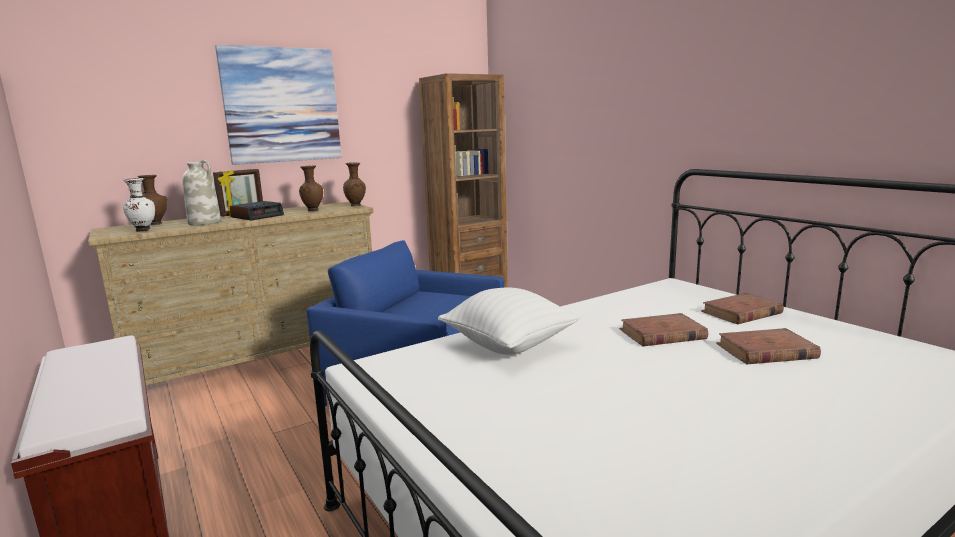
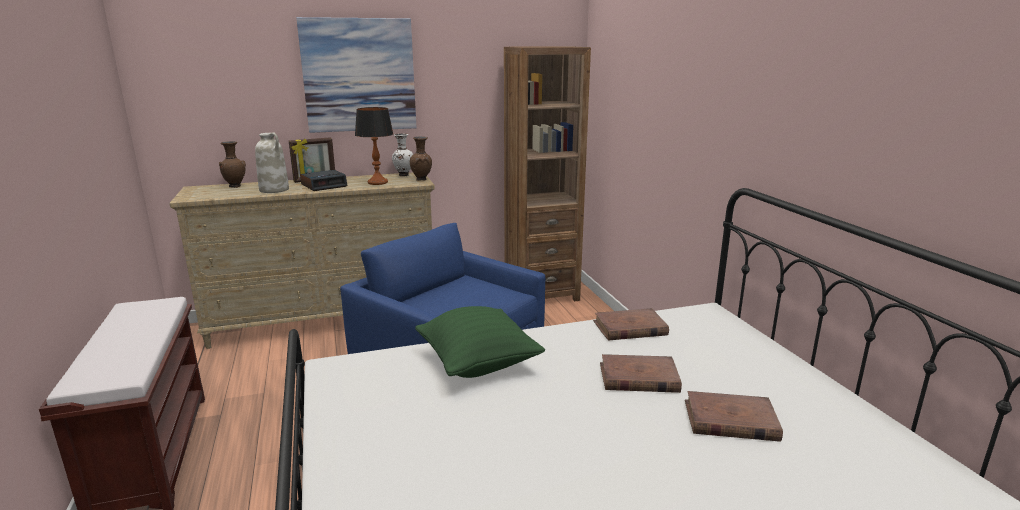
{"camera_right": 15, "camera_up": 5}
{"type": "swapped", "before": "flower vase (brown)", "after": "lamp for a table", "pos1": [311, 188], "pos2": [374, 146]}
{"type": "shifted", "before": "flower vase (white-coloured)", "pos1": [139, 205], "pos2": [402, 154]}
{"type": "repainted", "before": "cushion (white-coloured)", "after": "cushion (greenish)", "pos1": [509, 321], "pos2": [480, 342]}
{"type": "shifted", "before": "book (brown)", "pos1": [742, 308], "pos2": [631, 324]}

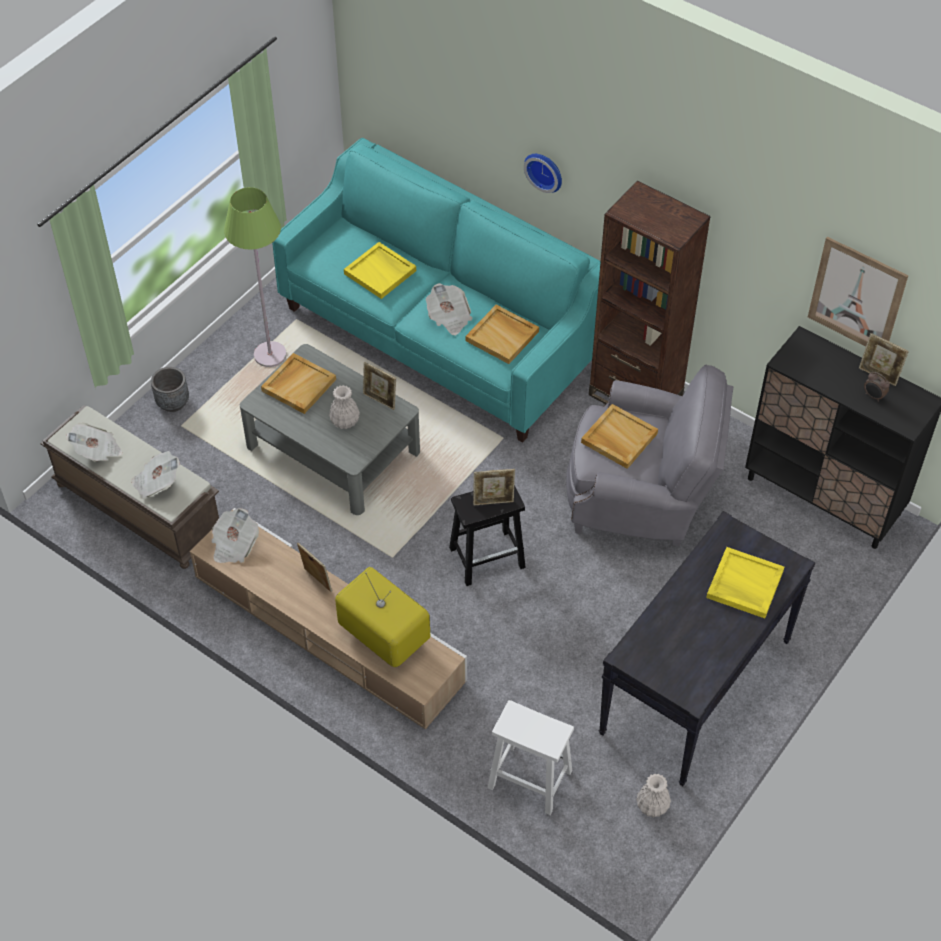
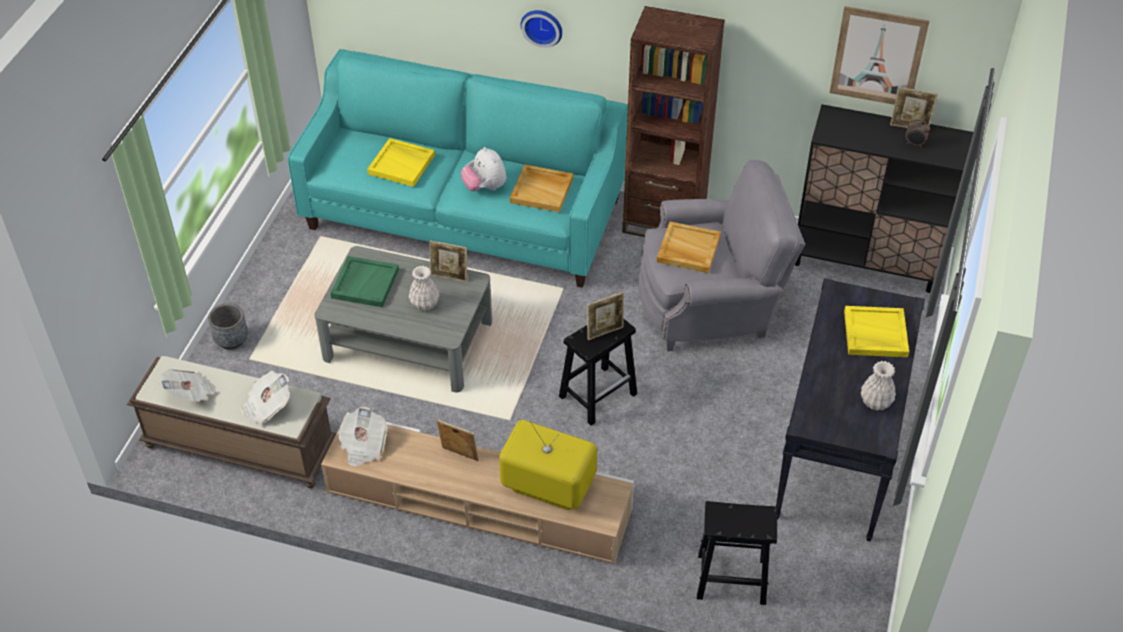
{"camera_right": -20, "camera_up": -5}
{"type": "repainted", "before": "carrying tray (sand-coloured)", "after": "carrying tray (greenish)", "pos1": [298, 383], "pos2": [364, 281]}
{"type": "swapped", "before": "newspaper", "after": "soft toy", "pos1": [449, 309], "pos2": [483, 169]}
{"type": "repainted", "before": "stool seat (white-coloured)", "after": "stool seat (black)", "pos1": [530, 757], "pos2": [737, 553]}
{"type": "shifted", "before": "flower vase (white-coloured)", "pos1": [653, 795], "pos2": [878, 385]}
{"type": "gone", "before": "standing lamp (greenish)", "pos1": [255, 277]}

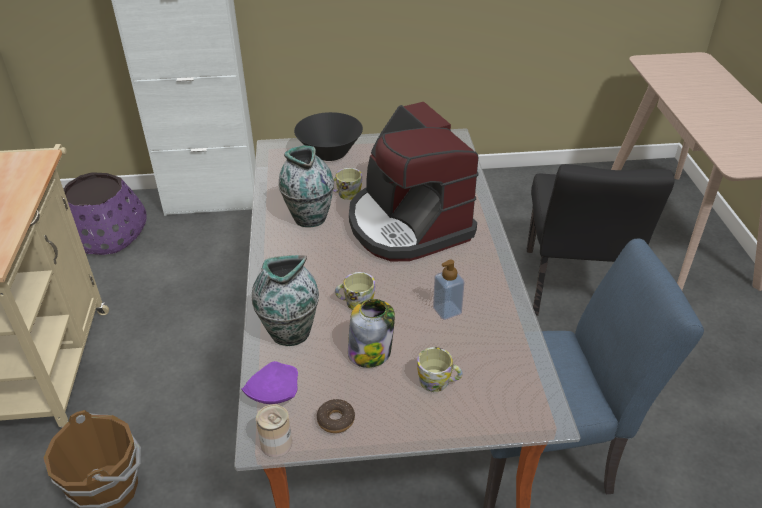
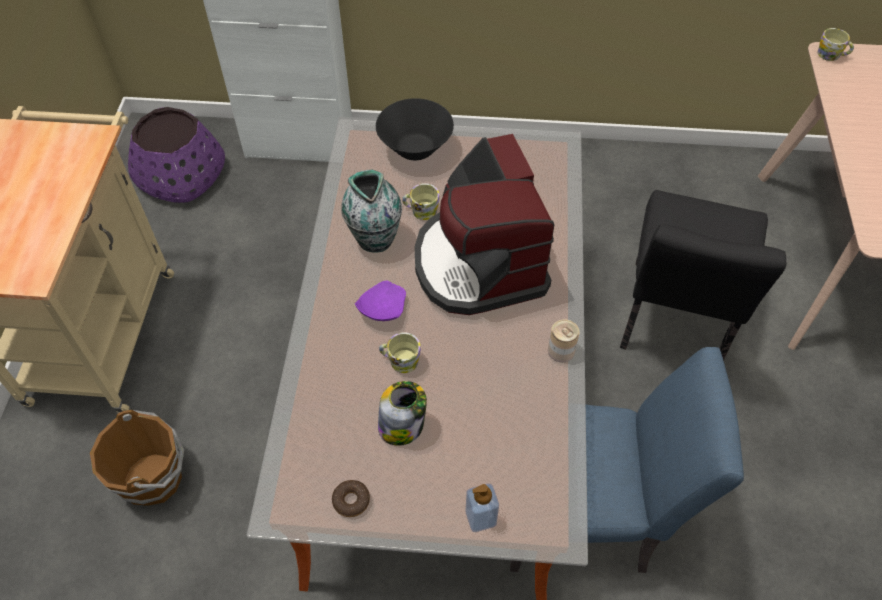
{"camera_right": 10, "camera_up": 15}
{"type": "shifted", "before": "dinner plate (purple)", "pos1": [269, 382], "pos2": [380, 301]}
{"type": "shifted", "before": "soap bottle", "pos1": [448, 290], "pos2": [482, 508]}
{"type": "shifted", "before": "metal can", "pos1": [274, 431], "pos2": [564, 340]}
{"type": "shifted", "before": "tea mug", "pos1": [440, 369], "pos2": [835, 44]}
{"type": "gone", "before": "flower vase", "pos1": [285, 300]}

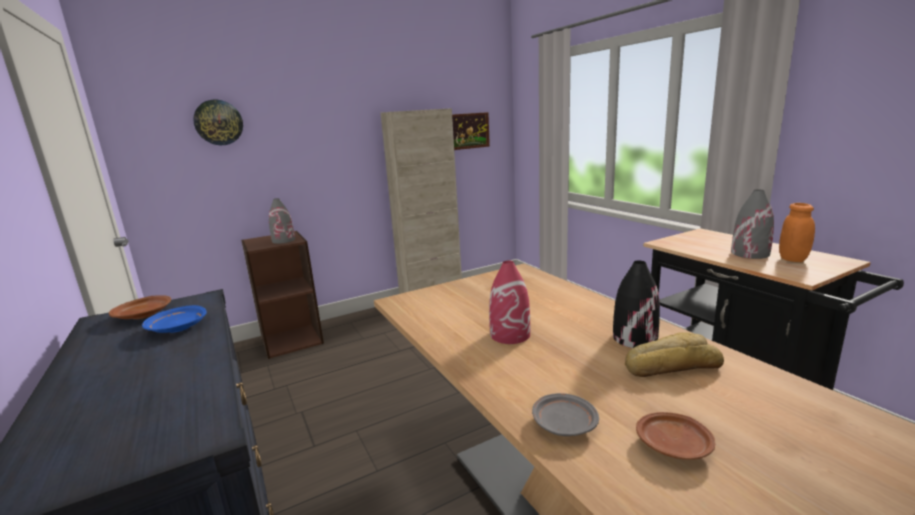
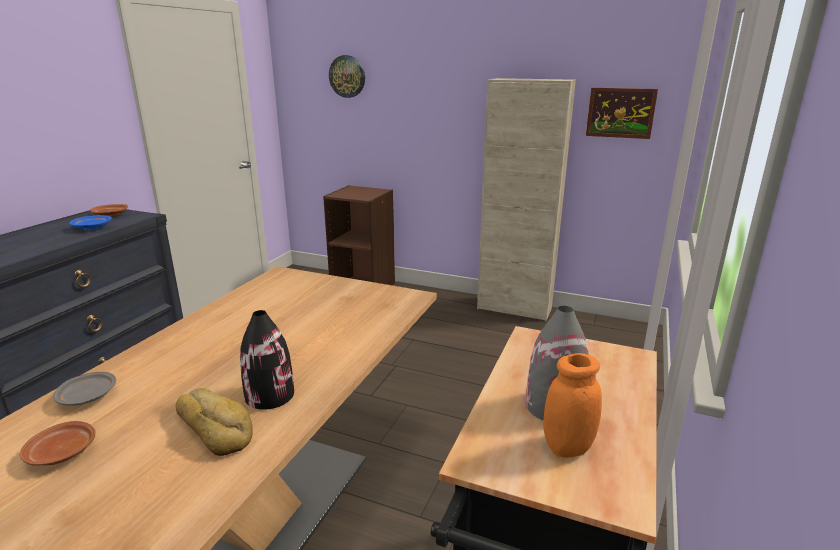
{"camera_right": 50, "camera_up": 5}
{"type": "gone", "before": "flower vase (grey)", "pos1": [282, 221]}
{"type": "gone", "before": "flower vase (red)", "pos1": [509, 302]}

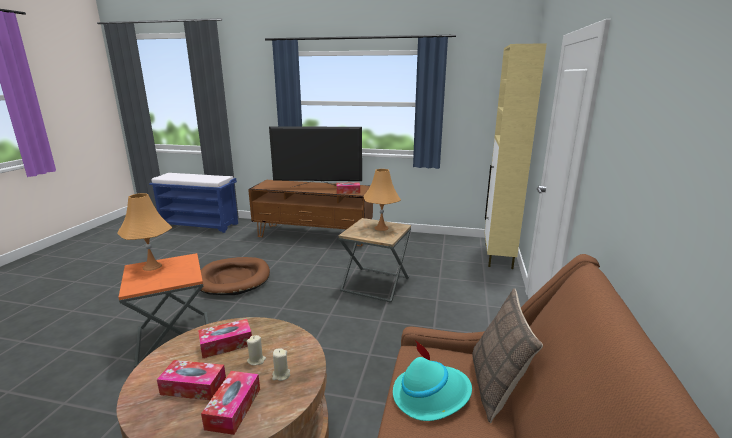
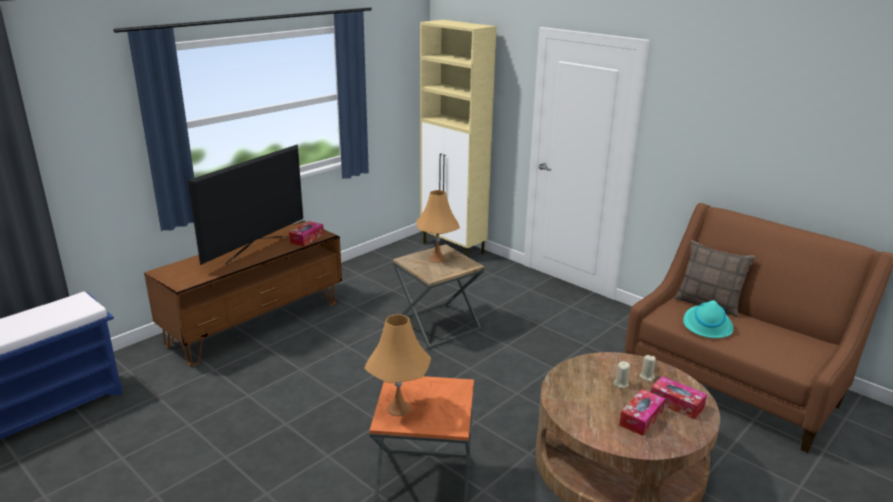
{"camera_right": -60, "camera_up": 5}
{"type": "gone", "before": "box of tissues", "pos1": [225, 339]}
{"type": "gone", "before": "dog cushion (brown)", "pos1": [235, 276]}

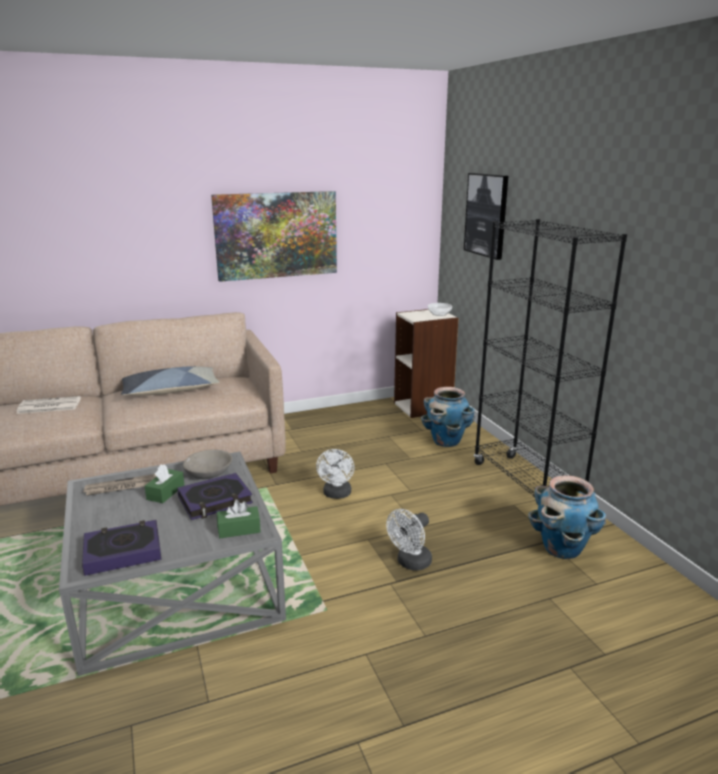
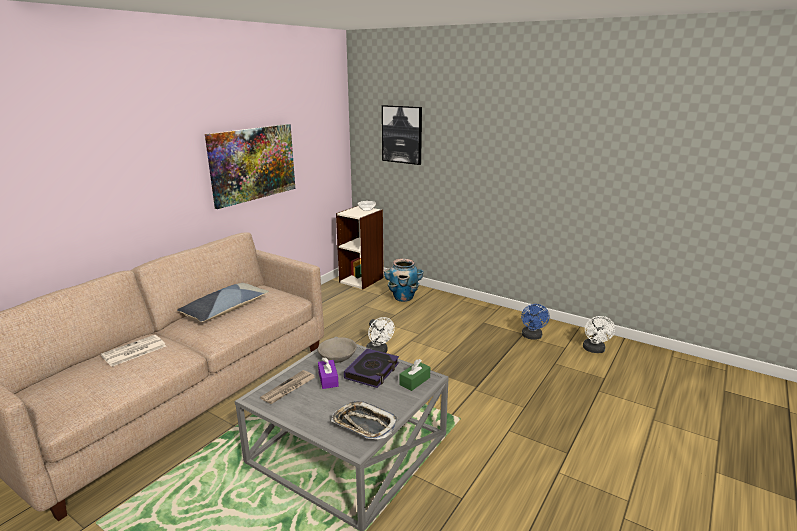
{"camera_right": -35, "camera_up": 0}
{"type": "repainted", "before": "box of tissues (greenish)", "after": "box of tissues (purple)", "pos1": [164, 483], "pos2": [328, 373]}
{"type": "swapped", "before": "book", "after": "carrying tray", "pos1": [121, 548], "pos2": [364, 420]}
{"type": "swapped", "before": "planter", "after": "fan (bluish)", "pos1": [567, 517], "pos2": [535, 322]}
{"type": "shifted", "before": "fan (white-coloured)", "pos1": [409, 540], "pos2": [599, 334]}
{"type": "gone", "before": "bookshelf (black)", "pos1": [550, 358]}

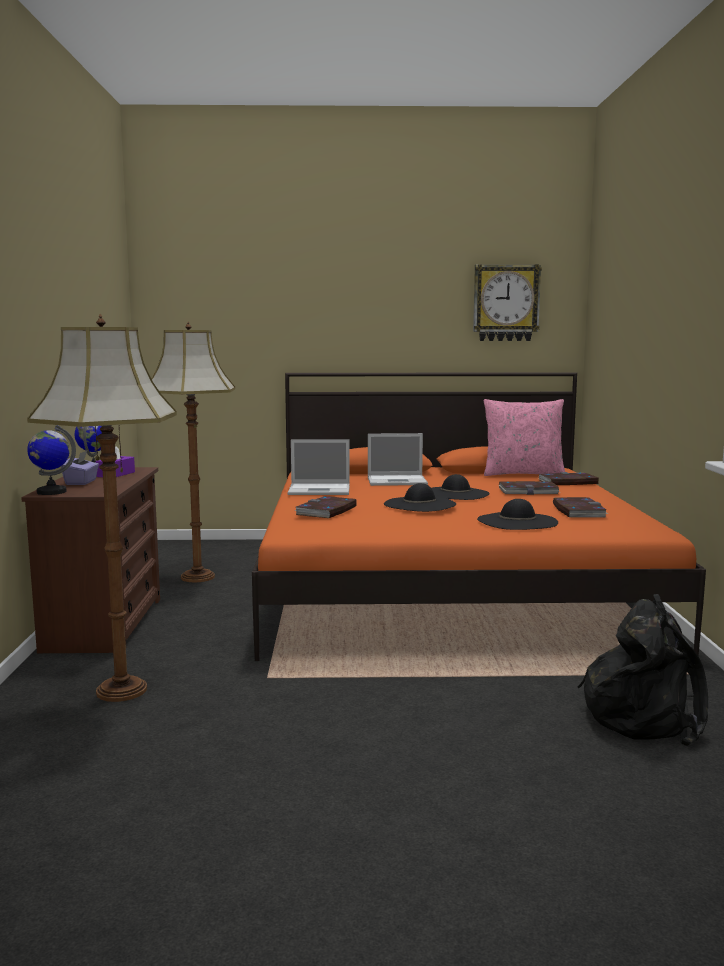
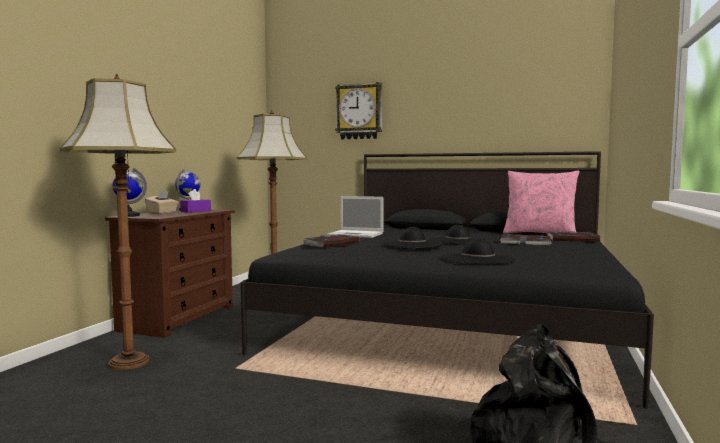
{"camera_right": 20, "camera_up": -5}
{"type": "repainted", "before": "box of tissues (purple)", "after": "box of tissues (sand-coloured)", "pos1": [80, 467], "pos2": [161, 202]}
{"type": "repainted", "before": "bedroom bed (orange)", "after": "bedroom bed (black)", "pos1": [479, 516], "pos2": [447, 279]}
{"type": "shifted", "before": "clock on the wall", "pos1": [507, 302], "pos2": [358, 111]}
{"type": "gone", "before": "portable computer", "pos1": [398, 459]}
{"type": "gone", "before": "book", "pos1": [580, 507]}

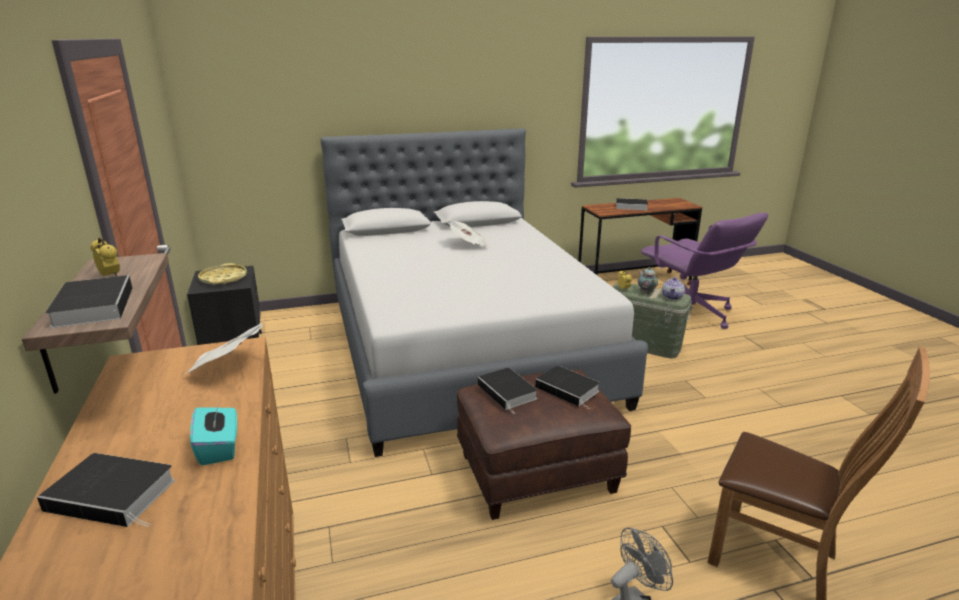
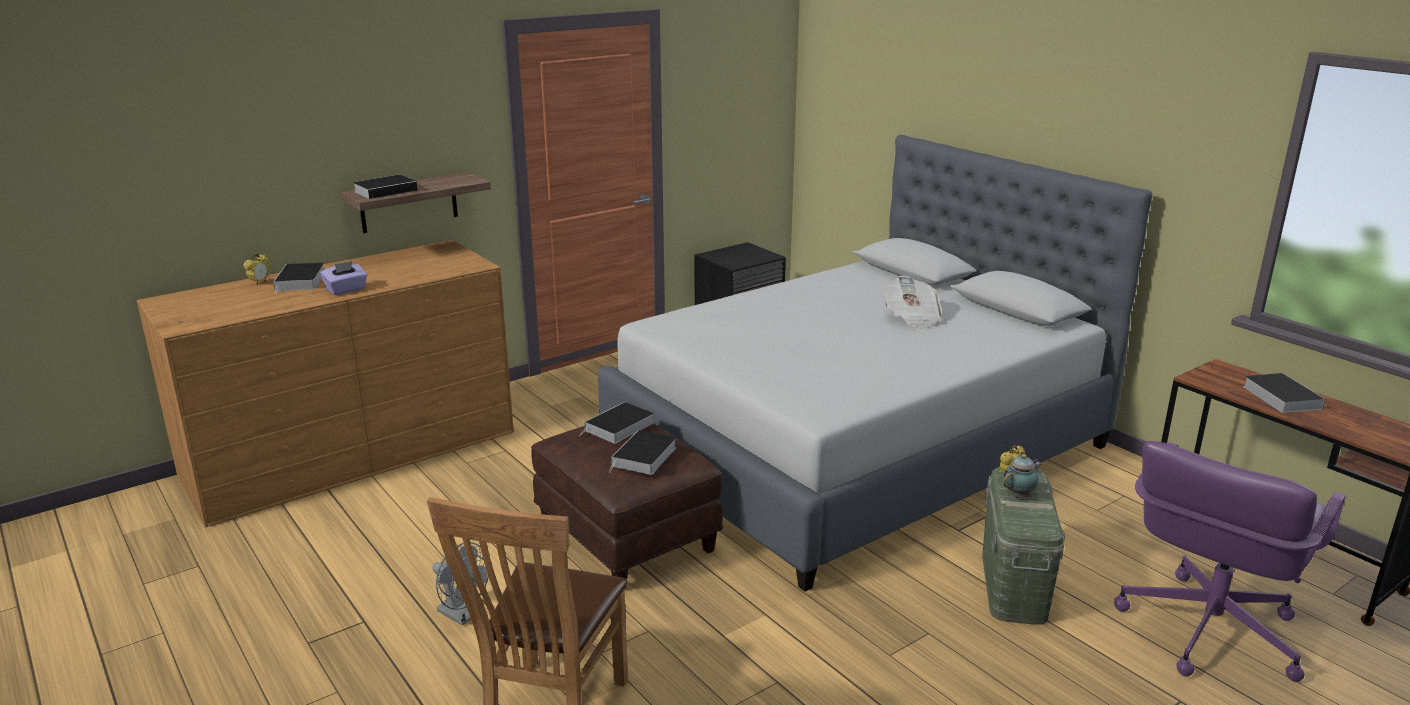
{"camera_right": 70, "camera_up": 0}
{"type": "shifted", "before": "table clock", "pos1": [105, 257], "pos2": [256, 269]}
{"type": "repainted", "before": "box of tissues (blue-green)", "after": "box of tissues (purple)", "pos1": [213, 434], "pos2": [343, 278]}
{"type": "gone", "before": "newspaper", "pos1": [223, 348]}
{"type": "gone", "before": "carrying tray (yellow-coloured)", "pos1": [222, 274]}
{"type": "gone", "before": "pot for tea", "pos1": [673, 288]}

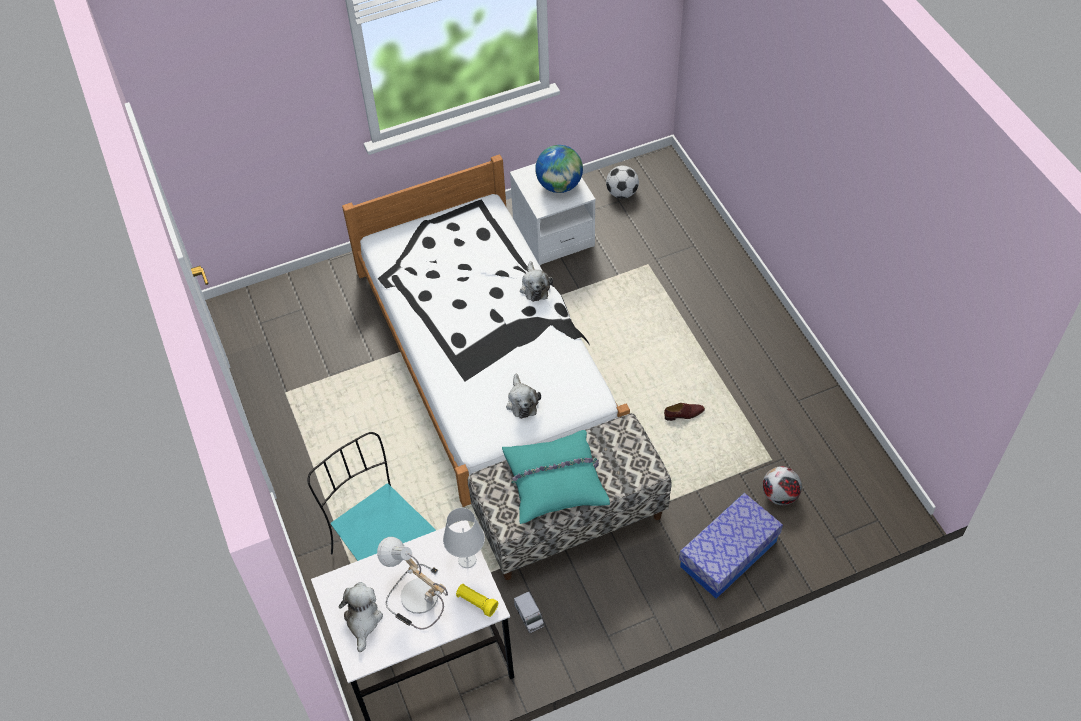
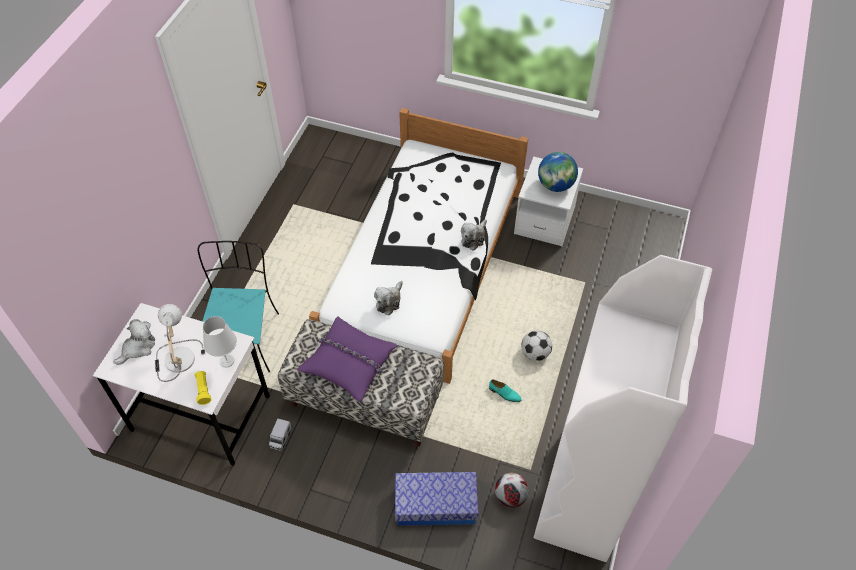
{"camera_right": 40, "camera_up": 0}
{"type": "repainted", "before": "cushion (blue-green)", "after": "cushion (purple)", "pos1": [556, 477], "pos2": [347, 359]}
{"type": "repainted", "before": "item of footwear (brown)", "after": "item of footwear (blue-green)", "pos1": [684, 412], "pos2": [505, 390]}
{"type": "shifted", "before": "ball for football", "pos1": [622, 182], "pos2": [536, 345]}
{"type": "new", "after": "bookshelf (white-coloured)", "pos2": [622, 408]}

